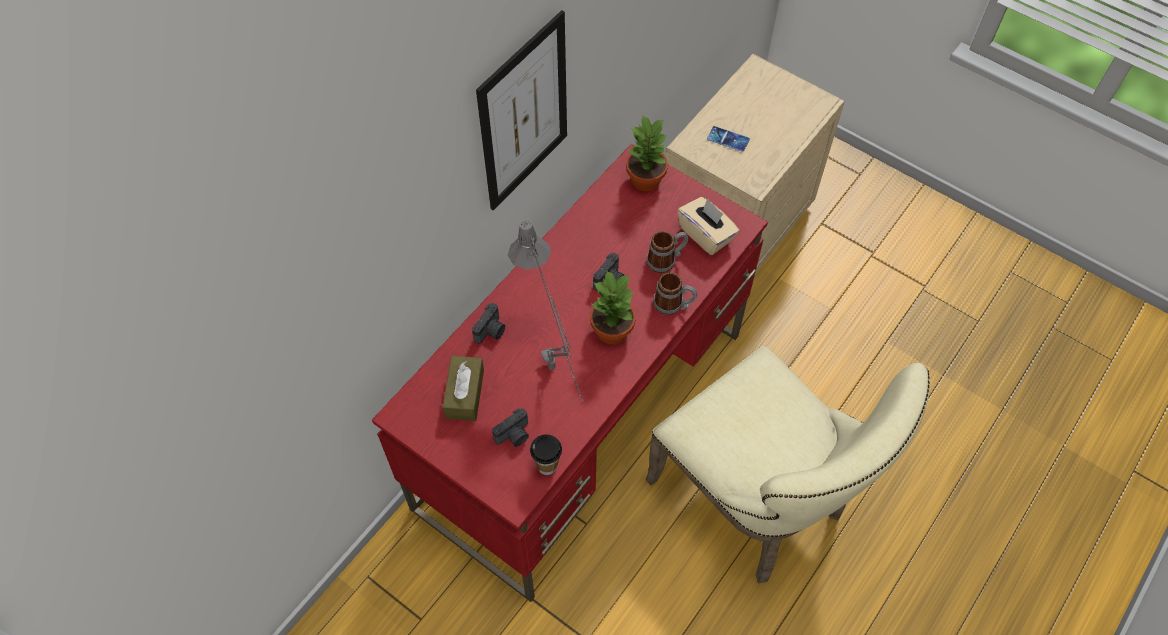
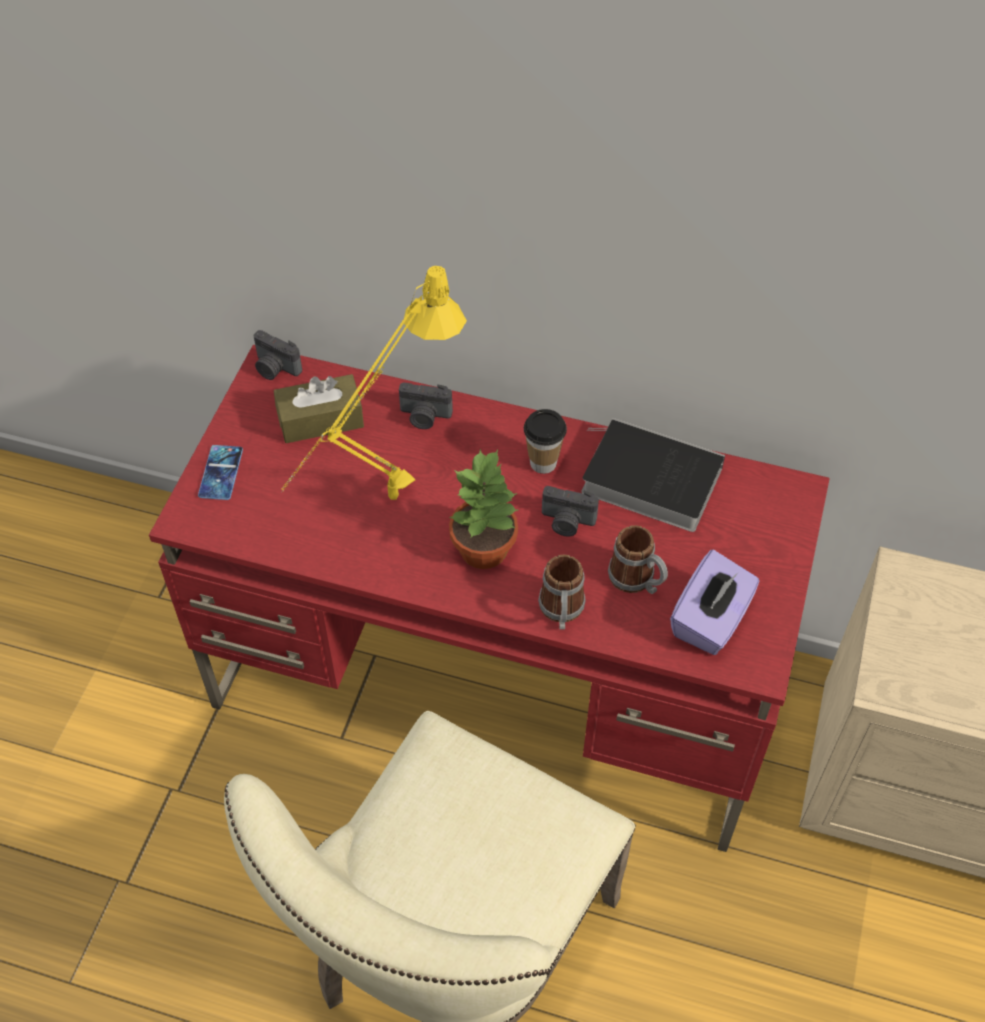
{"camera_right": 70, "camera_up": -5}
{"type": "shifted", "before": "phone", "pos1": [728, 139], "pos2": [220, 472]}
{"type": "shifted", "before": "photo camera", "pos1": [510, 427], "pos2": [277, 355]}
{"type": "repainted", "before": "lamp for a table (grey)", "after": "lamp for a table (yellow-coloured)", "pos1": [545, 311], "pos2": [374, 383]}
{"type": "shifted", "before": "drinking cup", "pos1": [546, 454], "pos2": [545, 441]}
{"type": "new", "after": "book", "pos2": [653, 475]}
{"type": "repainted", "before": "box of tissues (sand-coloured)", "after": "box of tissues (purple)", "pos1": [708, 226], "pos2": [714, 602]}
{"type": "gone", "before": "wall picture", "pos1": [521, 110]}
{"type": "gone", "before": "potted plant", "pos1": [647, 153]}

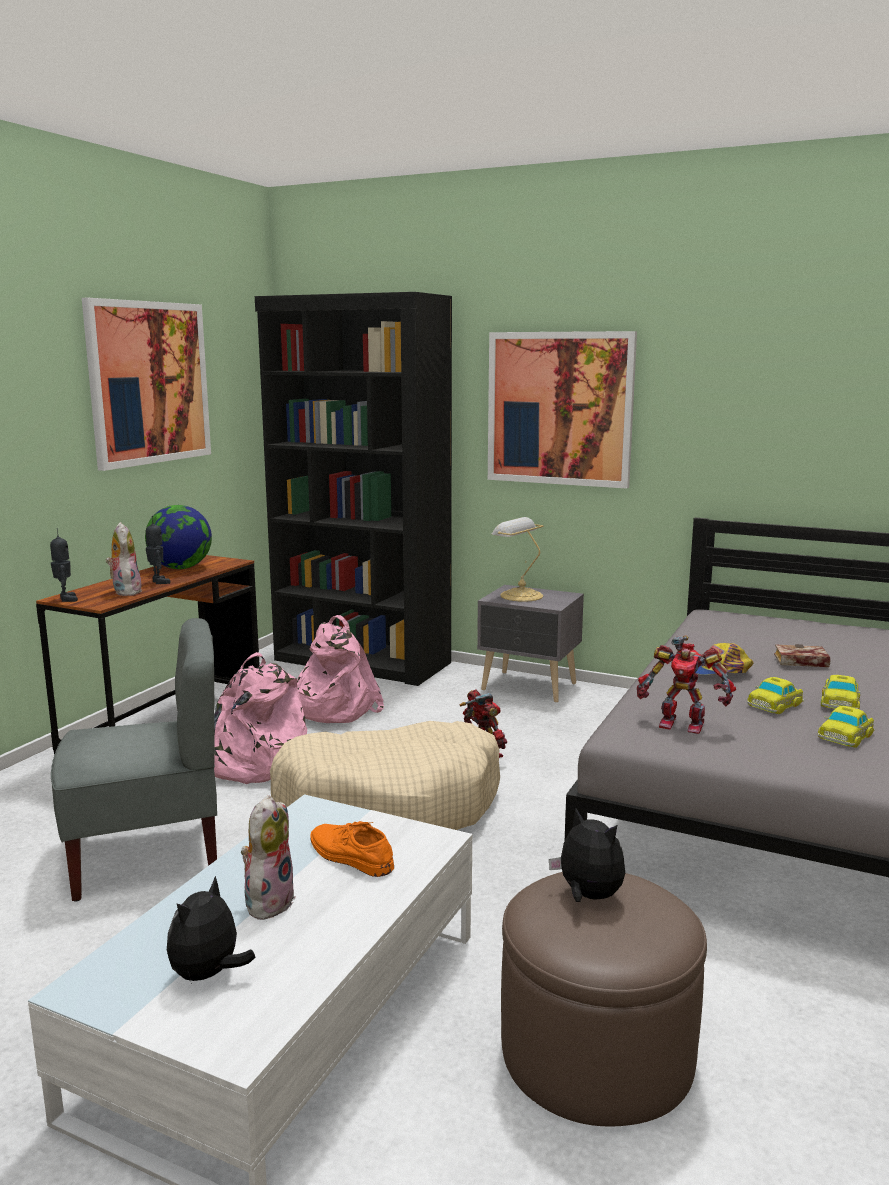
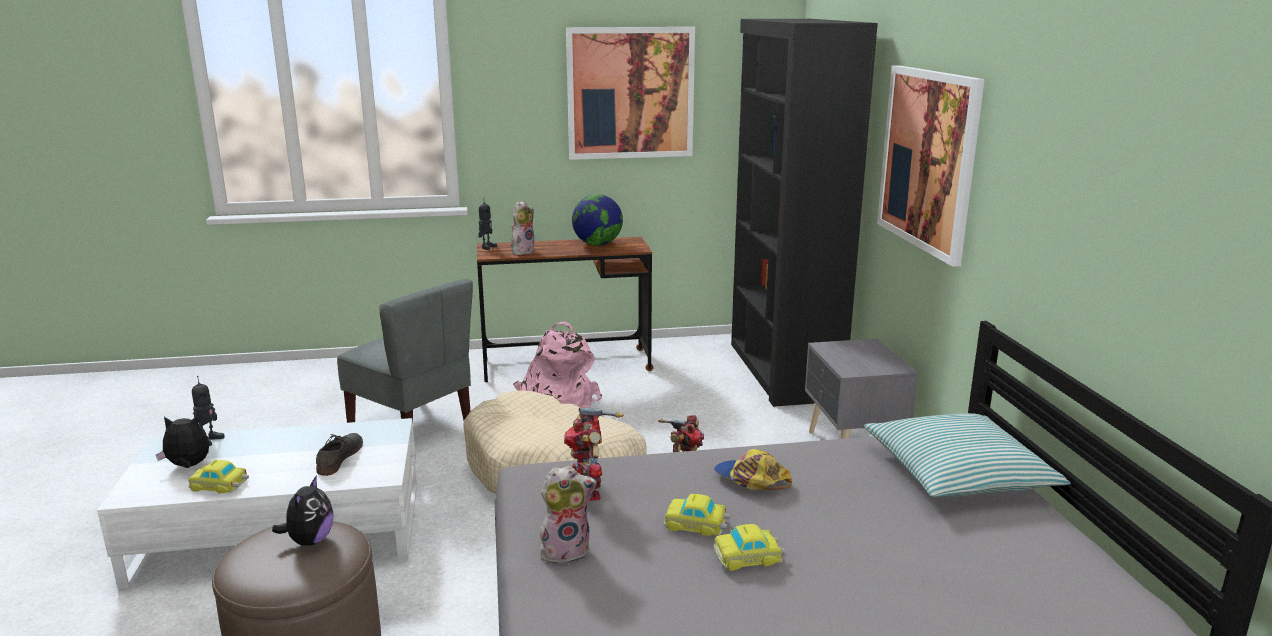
{"camera_right": 55, "camera_up": 5}
{"type": "shifted", "before": "toy car", "pos1": [846, 727], "pos2": [218, 476]}
{"type": "shifted", "before": "robot figure", "pos1": [158, 550], "pos2": [208, 411]}
{"type": "repainted", "before": "item of footwear (orange)", "after": "item of footwear (grey)", "pos1": [352, 849], "pos2": [339, 454]}
{"type": "shifted", "before": "soft toy", "pos1": [268, 858], "pos2": [568, 515]}
{"type": "new", "after": "cushion", "pos2": [967, 455]}
{"type": "gone", "before": "rucksack (pink-coloured)", "pos1": [340, 669]}
{"type": "gone", "before": "lamp for a table", "pos1": [518, 559]}
{"type": "gone", "before": "book", "pos1": [802, 655]}

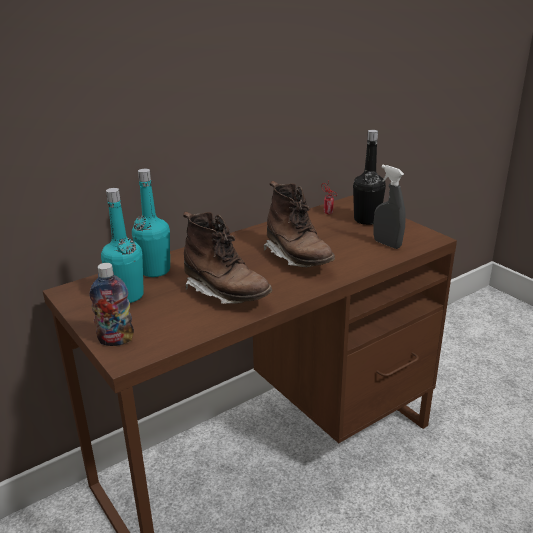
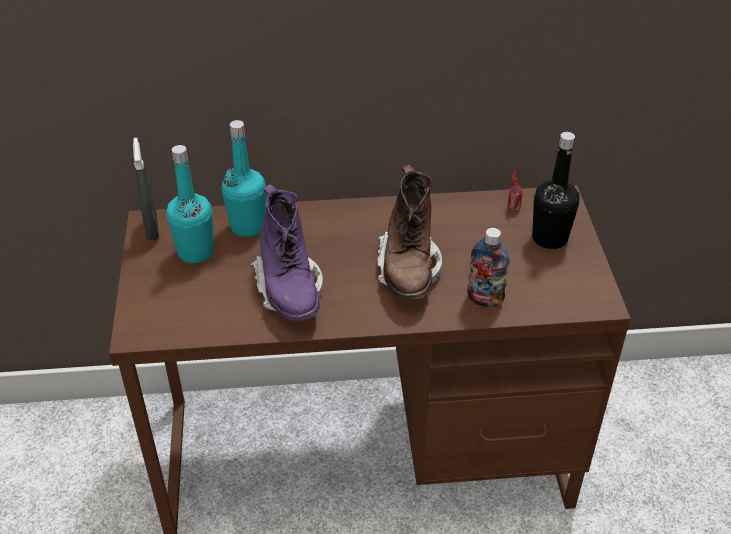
{"camera_right": 30, "camera_up": 15}
{"type": "shifted", "before": "hand sprayer (grey)", "pos1": [390, 207], "pos2": [146, 189]}
{"type": "repainted", "before": "tall boot (brown)", "after": "tall boot (purple)", "pos1": [228, 258], "pos2": [286, 252]}
{"type": "shifted", "before": "bottle", "pos1": [112, 304], "pos2": [488, 267]}

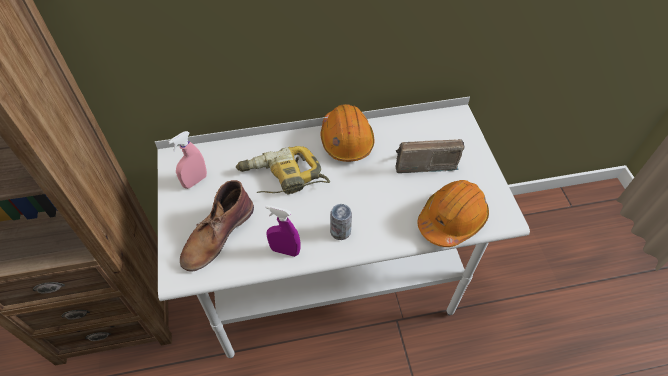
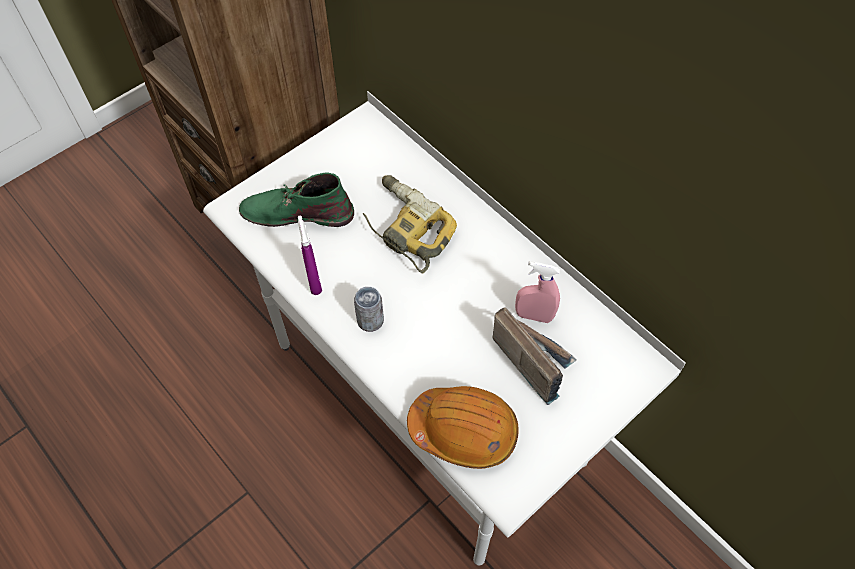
{"camera_right": 60, "camera_up": 5}
{"type": "repainted", "before": "tall boot (brown)", "after": "tall boot (greenish)", "pos1": [217, 226], "pos2": [296, 200]}
{"type": "shifted", "before": "hand sprayer (pink-coloured)", "pos1": [187, 160], "pos2": [537, 292]}
{"type": "gone", "before": "hard hat (orange)", "pos1": [347, 133]}

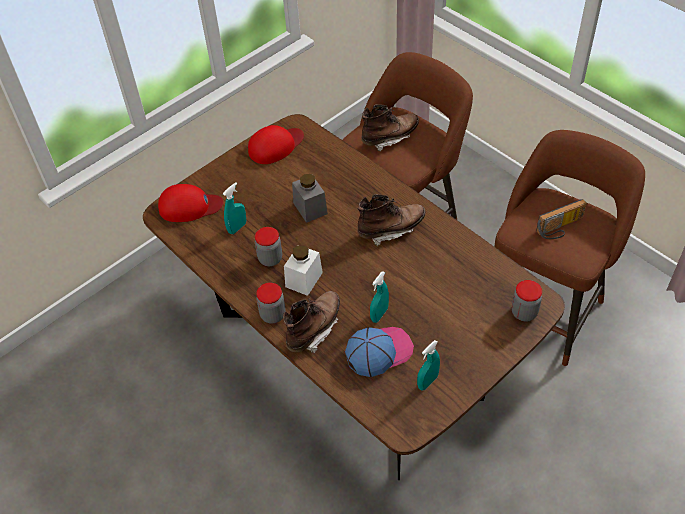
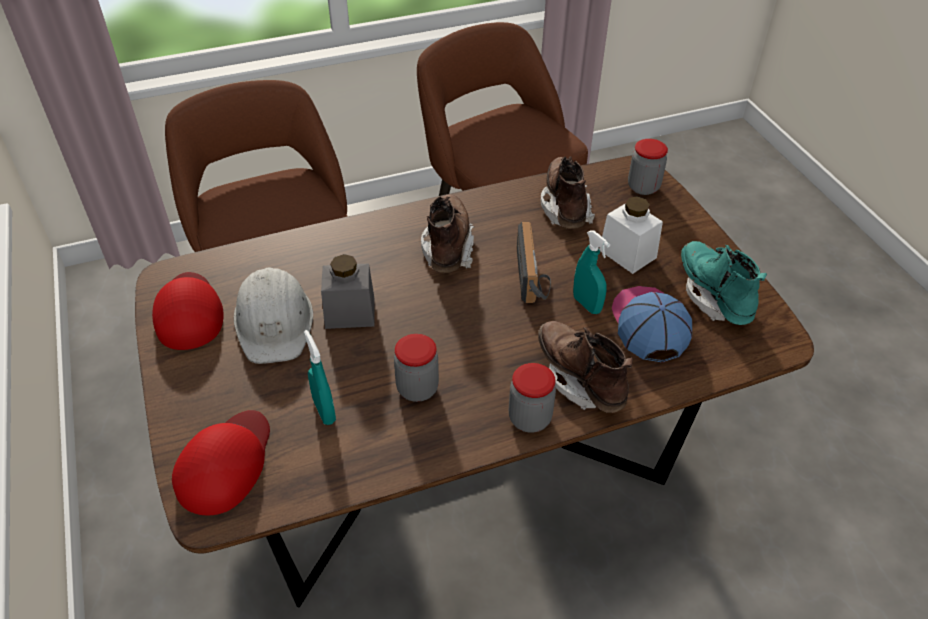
{"camera_right": -70, "camera_up": -5}
{"type": "new", "after": "hard hat (white-coloured)", "pos2": [273, 316]}
{"type": "shifted", "before": "radio receiver", "pos1": [561, 219], "pos2": [534, 262]}
{"type": "shifted", "before": "tall boot (brown)", "pos1": [390, 128], "pos2": [568, 192]}
{"type": "shifted", "before": "preserve jar (white-coloured)", "pos1": [303, 270], "pos2": [631, 235]}
{"type": "swapped", "before": "hand sprayer (blue-green)", "after": "tall boot (blue-green)", "pos1": [428, 365], "pos2": [724, 283]}

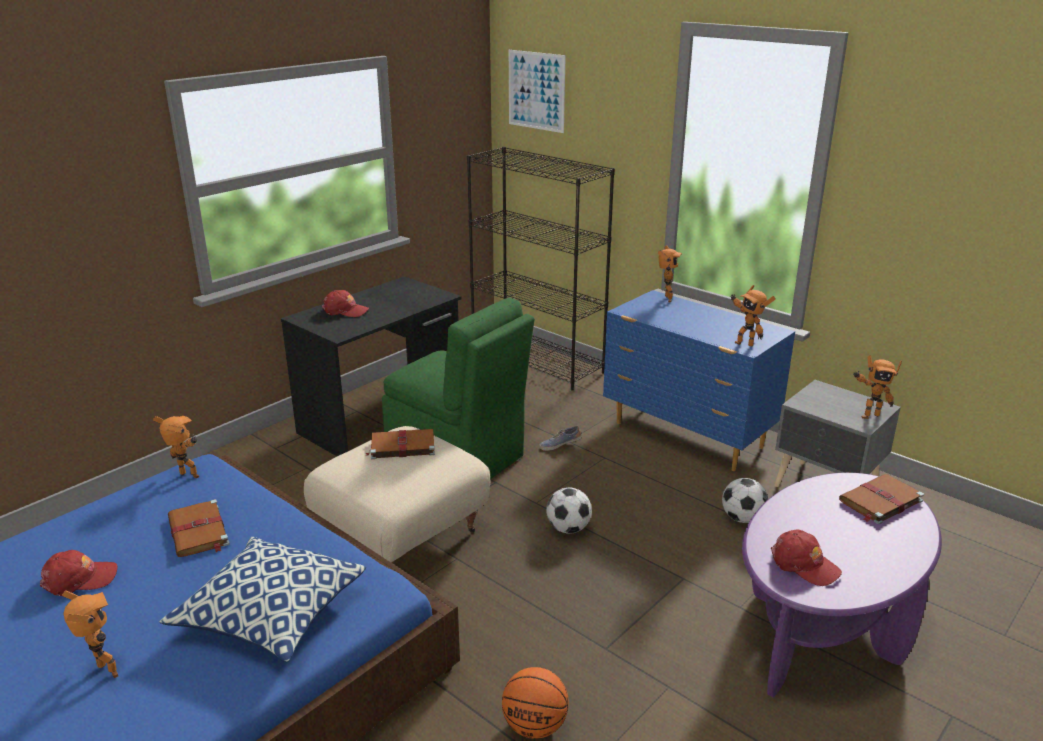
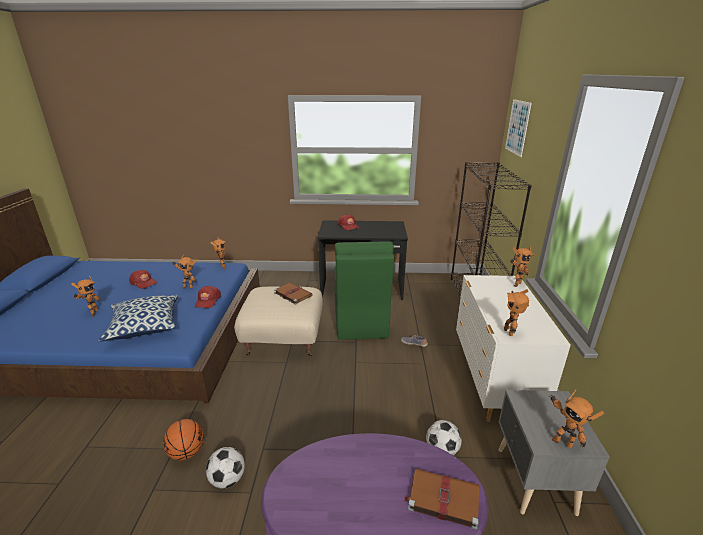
{"camera_right": 50, "camera_up": 0}
{"type": "swapped", "before": "book (brown)", "after": "robot figure", "pos1": [199, 528], "pos2": [185, 272]}
{"type": "shifted", "before": "baseball cap (red)", "pos1": [806, 558], "pos2": [208, 297]}
{"type": "shifted", "before": "ball for football", "pos1": [569, 510], "pos2": [225, 467]}
{"type": "repainted", "before": "dresser (bluish)", "after": "dresser (white-coloured)", "pos1": [699, 380], "pos2": [513, 348]}

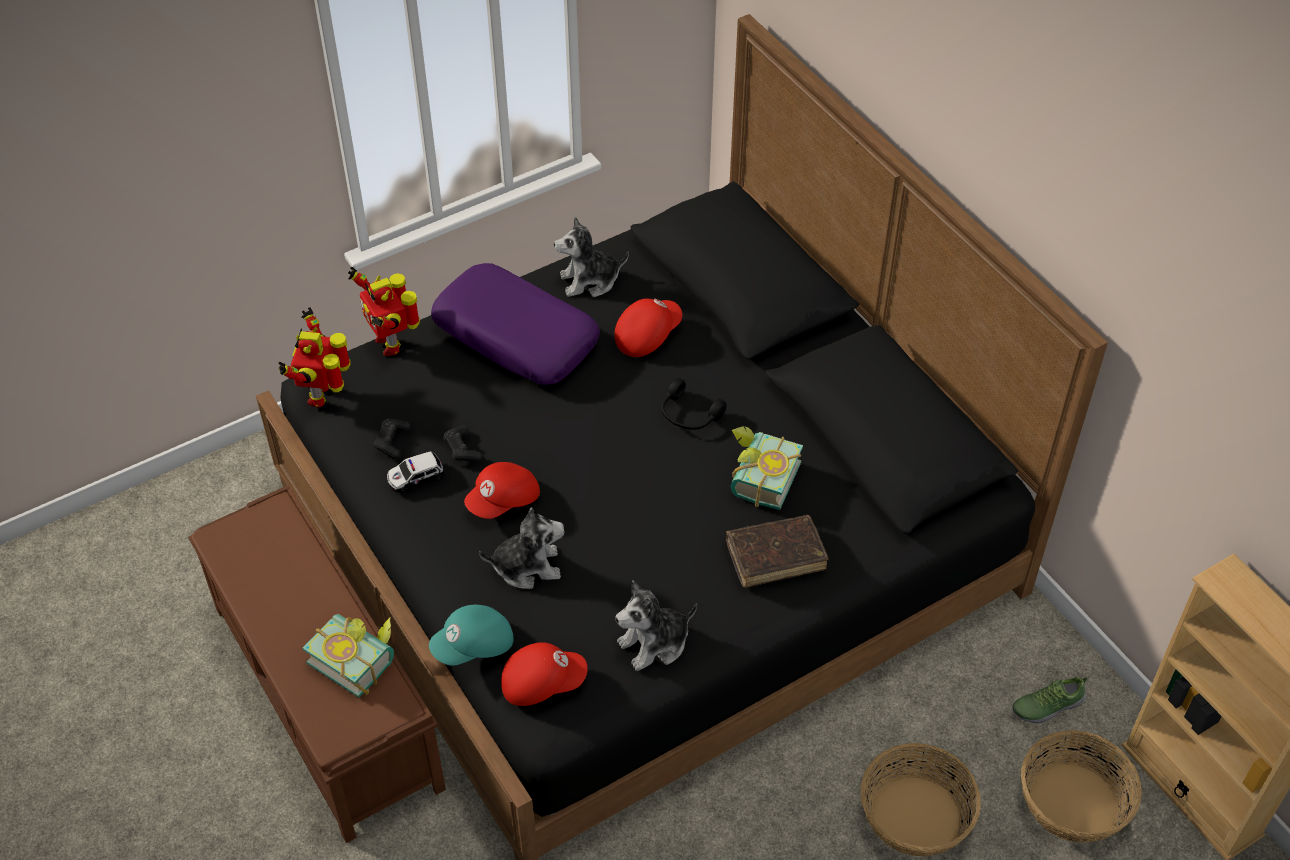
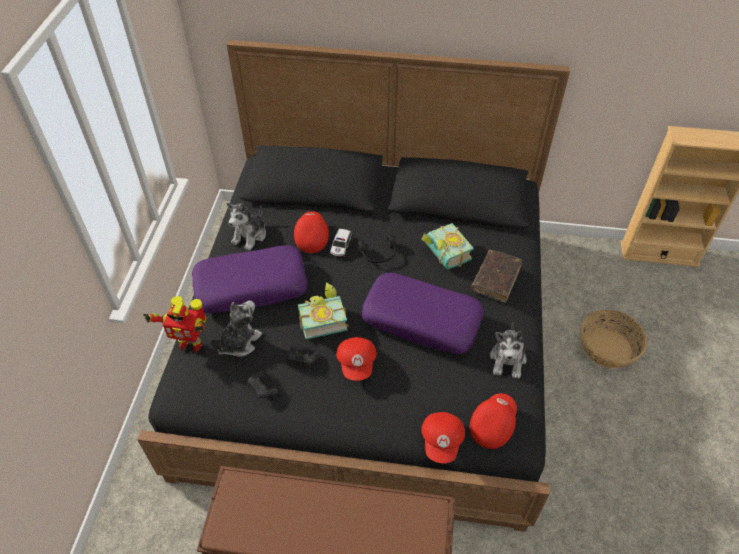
{"camera_right": -50, "camera_up": 0}
{"type": "shifted", "before": "soft toy", "pos1": [522, 548], "pos2": [239, 328]}
{"type": "shifted", "before": "book", "pos1": [348, 656], "pos2": [323, 311]}
{"type": "shifted", "before": "toy car", "pos1": [416, 472], "pos2": [341, 243]}
{"type": "new", "after": "cushion (purple)", "pos2": [422, 313]}
{"type": "repainted", "before": "baseball cap (blue-green)", "after": "baseball cap (red)", "pos1": [471, 635], "pos2": [443, 437]}
{"type": "gone", "before": "robot figure", "pos1": [314, 357]}
{"type": "gone", "before": "item of footwear", "pos1": [1050, 700]}
{"type": "gone", "before": "household basket", "pos1": [1081, 786]}

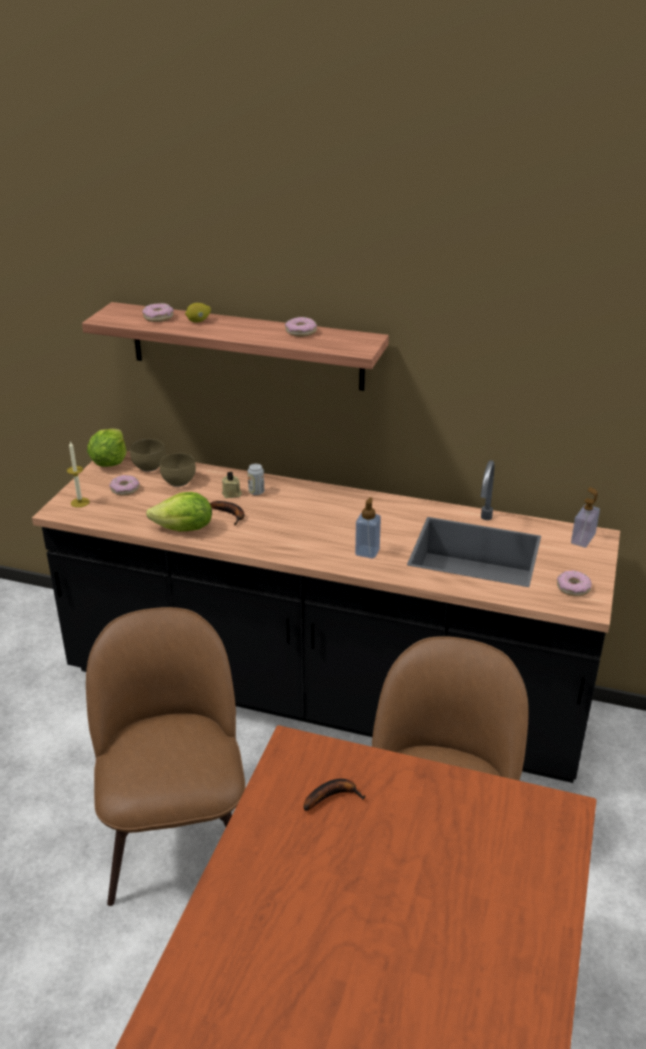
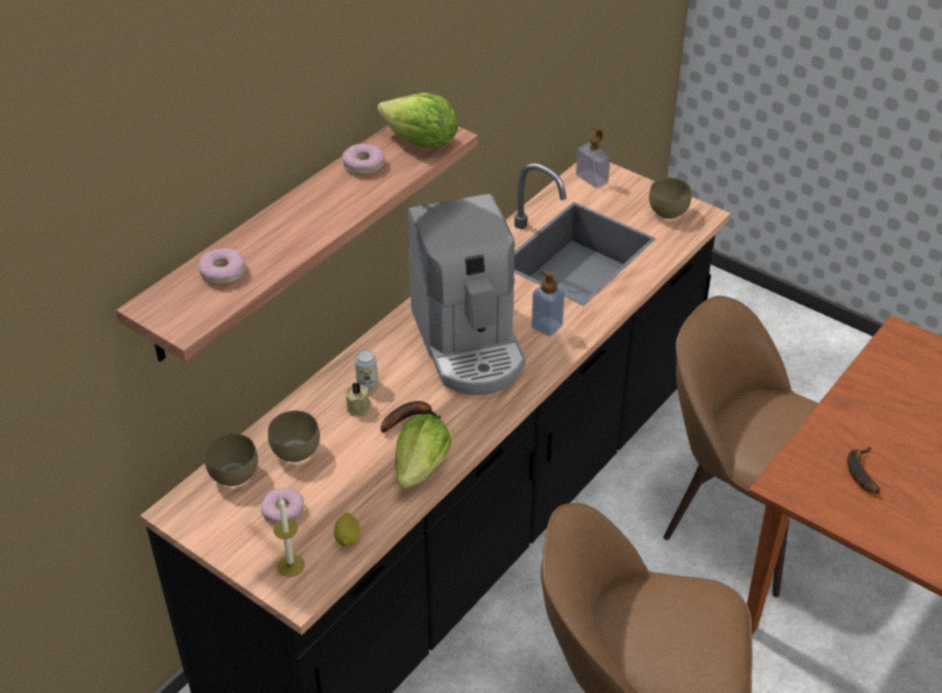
{"camera_right": -70, "camera_up": 10}
{"type": "shifted", "before": "lemon", "pos1": [198, 313], "pos2": [347, 529]}
{"type": "shifted", "before": "lettuce head", "pos1": [106, 447], "pos2": [417, 120]}
{"type": "new", "after": "coffee machine", "pos2": [467, 294]}
{"type": "swapped", "before": "donut", "after": "serving bowl (brown)", "pos1": [574, 583], "pos2": [670, 198]}

